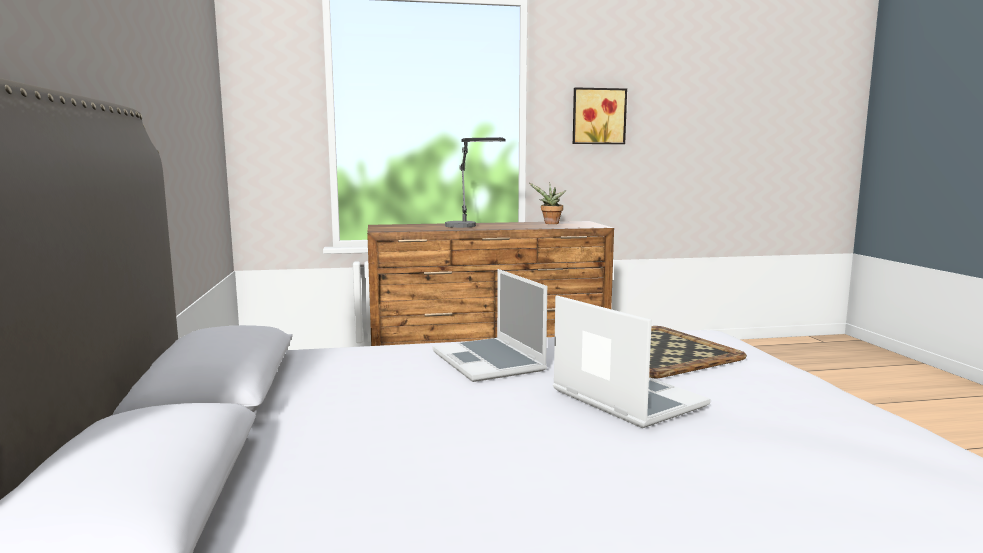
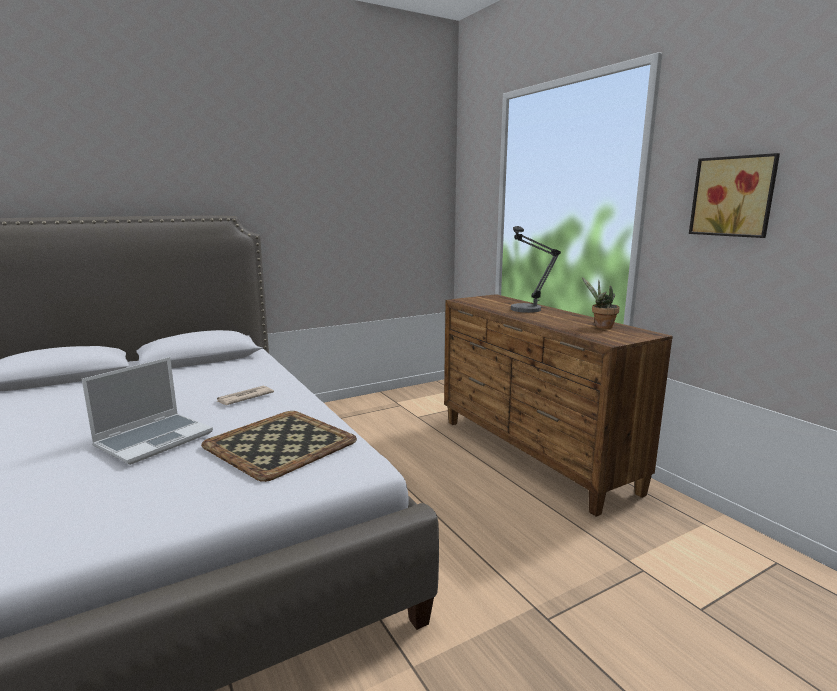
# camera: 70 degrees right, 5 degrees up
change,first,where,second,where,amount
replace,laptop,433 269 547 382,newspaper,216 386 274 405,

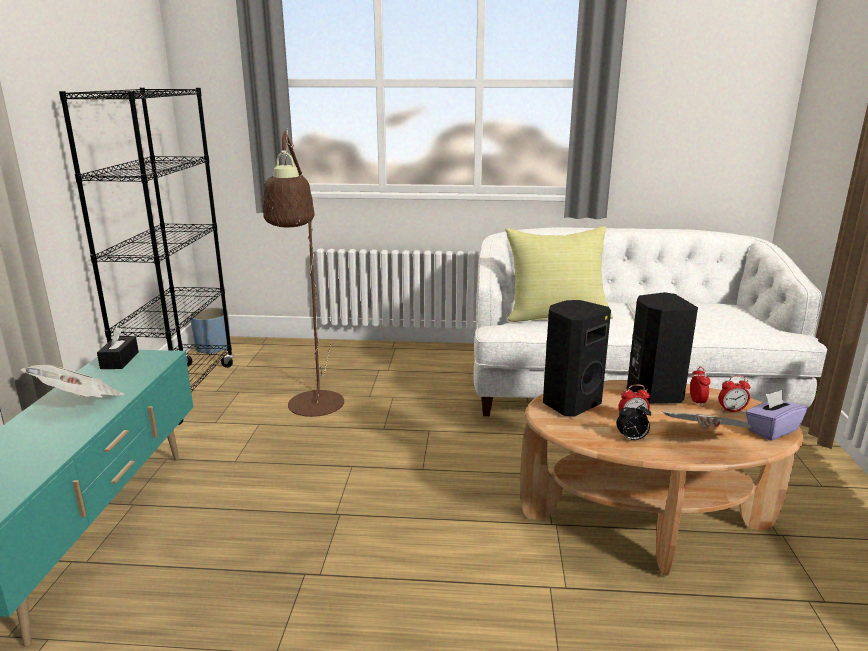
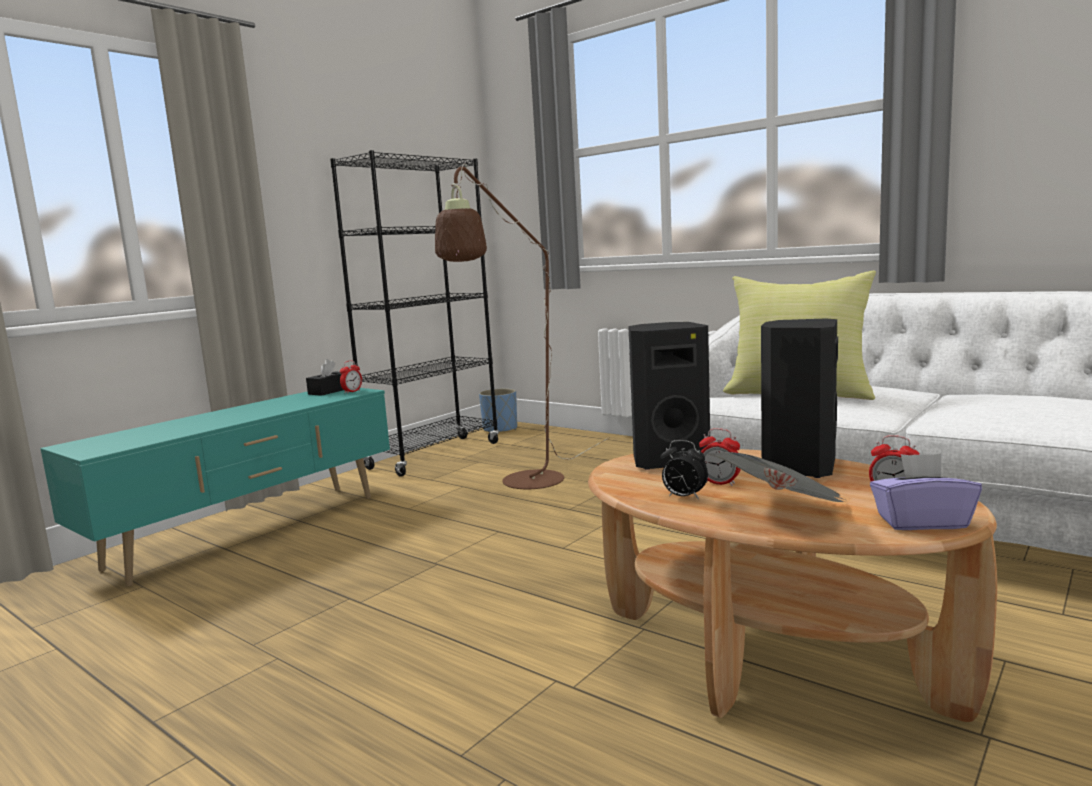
# camera: 35 degrees right, 10 degrees down
change,first,where,second,where,amount
move,alarm clock,690 366 710 406,,340 361 362 394,
delete,newspaper,20 365 125 398,,,

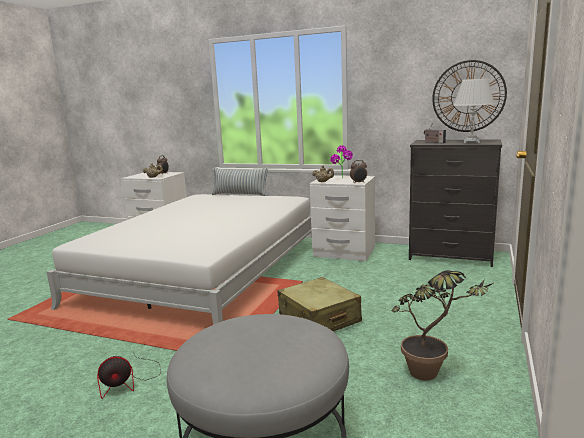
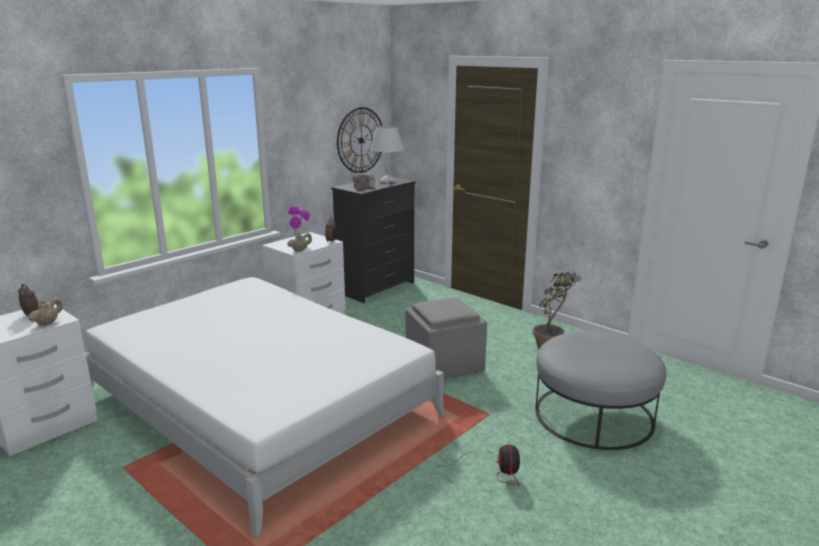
# camera: 70 degrees left, 5 degrees up
change,first,where,second,where,amount
replace,beige suitcase,278 277 362 331,grey ottoman,406 297 487 379,
delete,pillow,212 167 268 196,,,

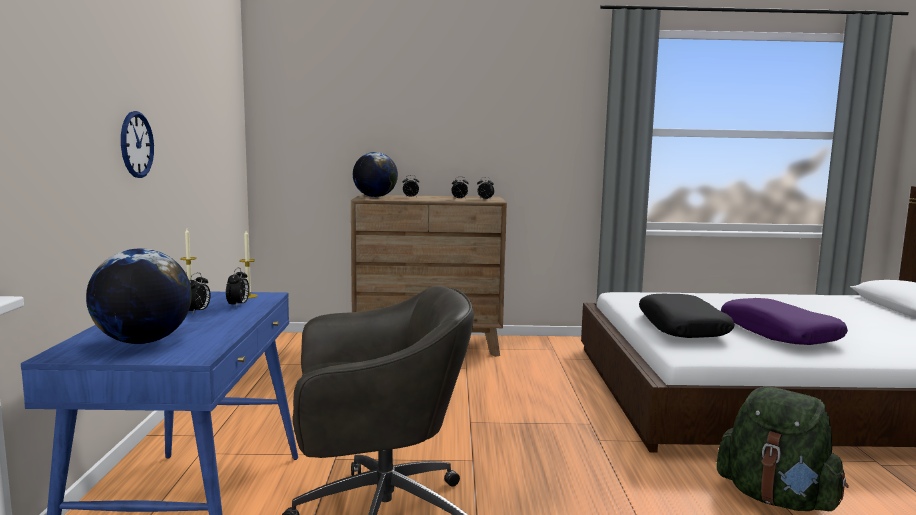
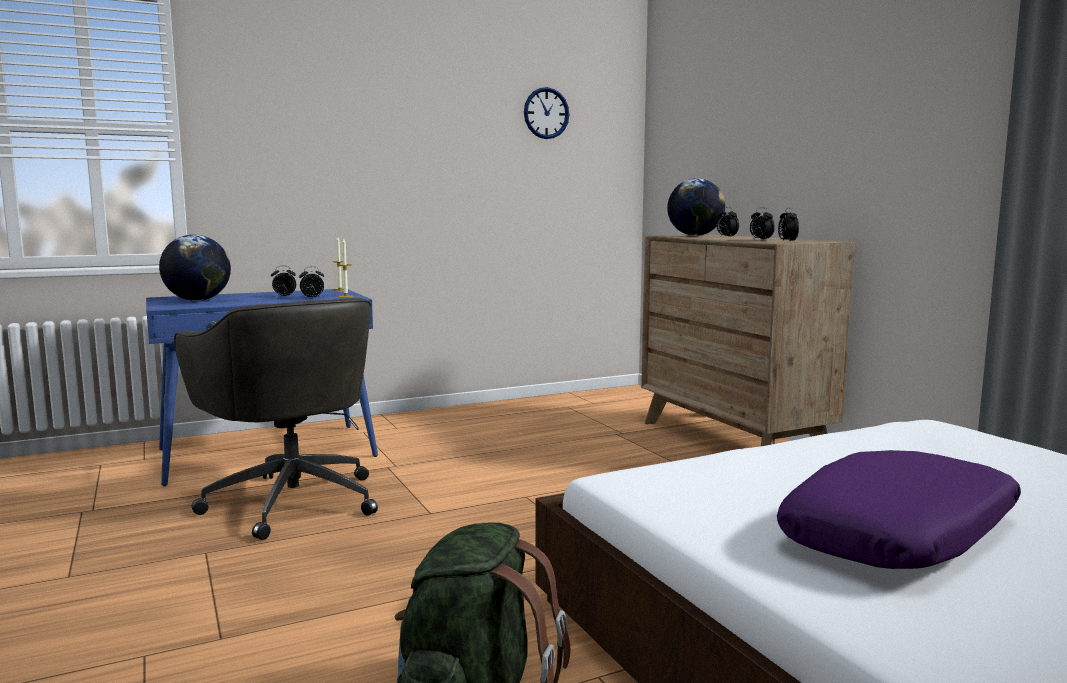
# camera: 65 degrees right, 0 degrees up
change,first,where,second,where,amount
move,wall clock,121 111 154 178,,524 87 569 139,
delete,black pillow,639 294 735 338,,,

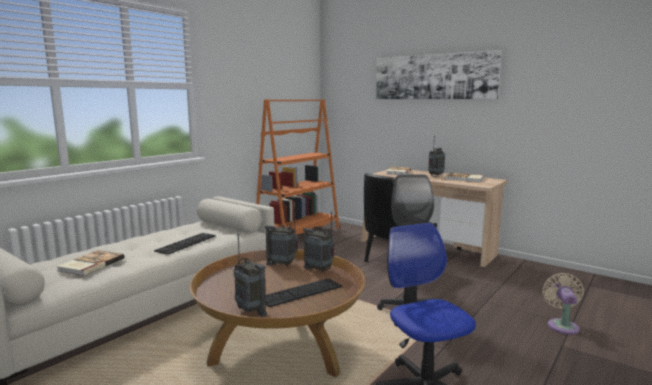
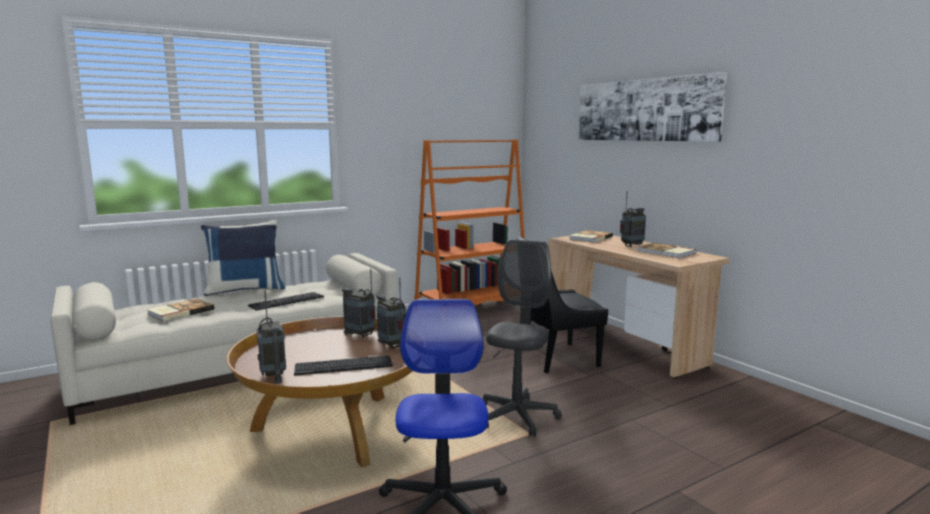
# camera: 20 degrees right, 0 degrees up
change,first,where,second,where,amount
insert,,,blue pillow,201 220 285 296,
delete,beige fan,542 273 584 335,,,

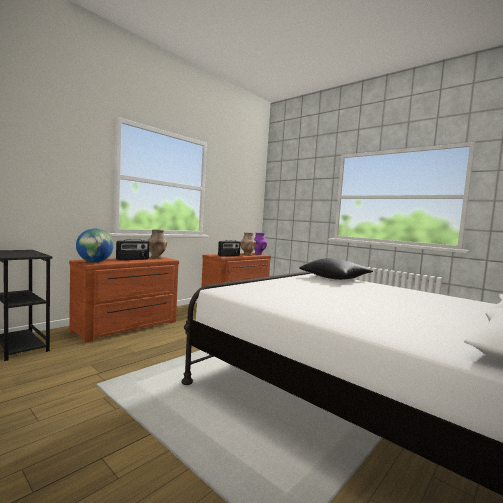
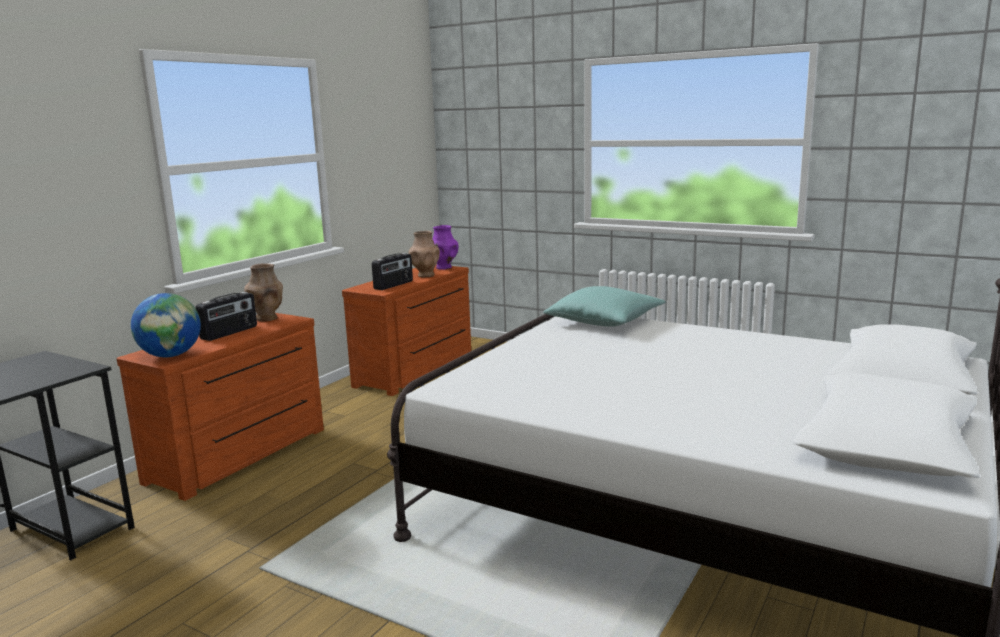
# camera: 10 degrees left, 10 degrees up
change,first,where,second,where,amount
recolor,black pillow,299 258 373 280,turquoise pillow,543 286 666 327,

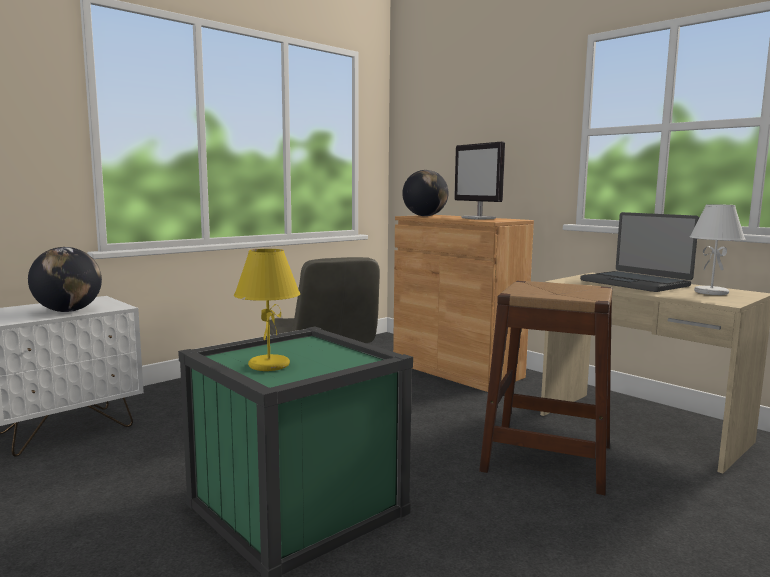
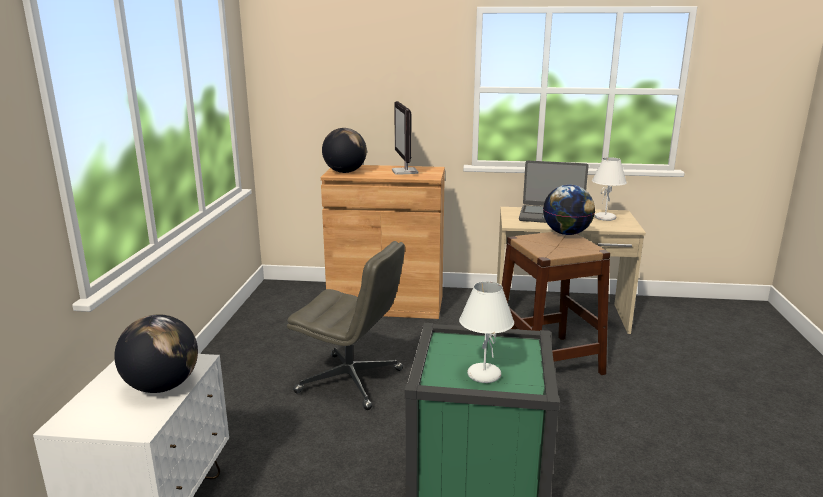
# camera: 40 degrees left, 10 degrees up
change,first,where,second,where,amount
rotate,monitor,454 142 505 220,,392 101 419 175,60 degrees clockwise
recolor,yellow table lamp,234 249 300 371,white table lamp,459 281 514 383,
insert,,,globe,543 185 595 235,

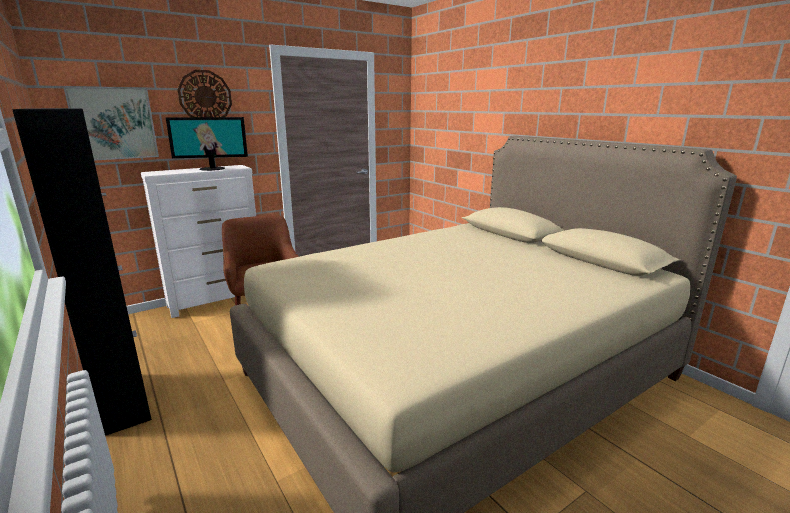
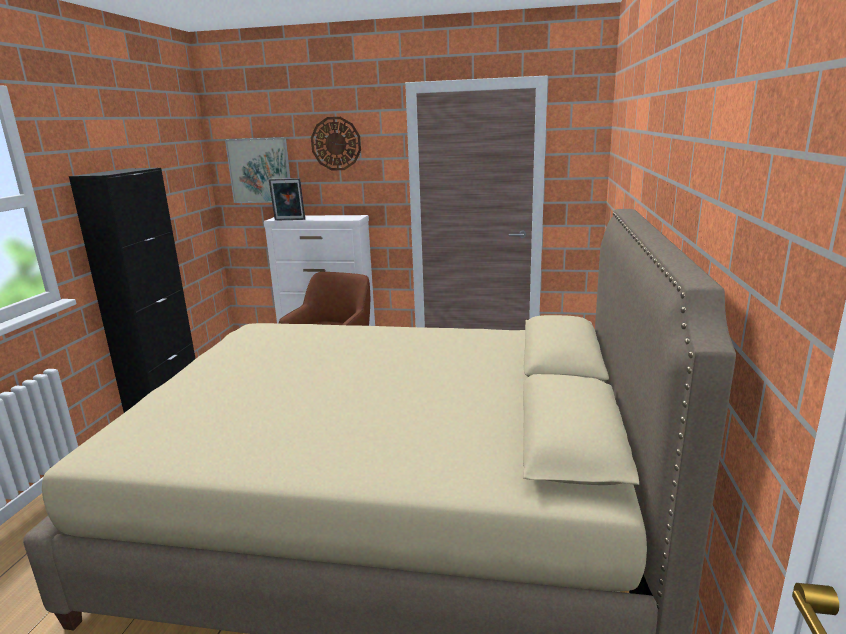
# camera: 45 degrees right, 0 degrees up
change,first,where,second,where,amount
insert,,,picture frame,269 178 305 221,
delete,monitor,166 117 248 171,,,

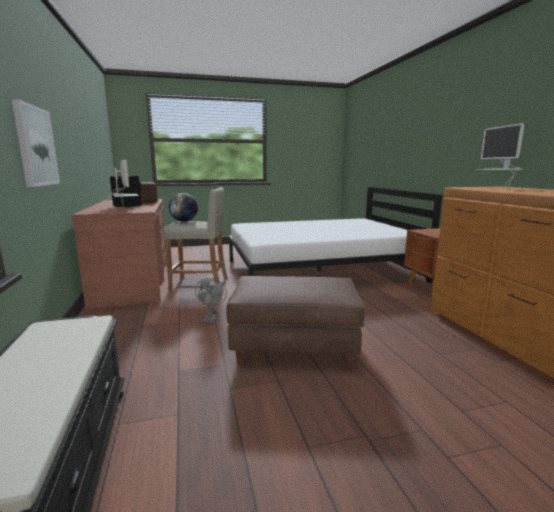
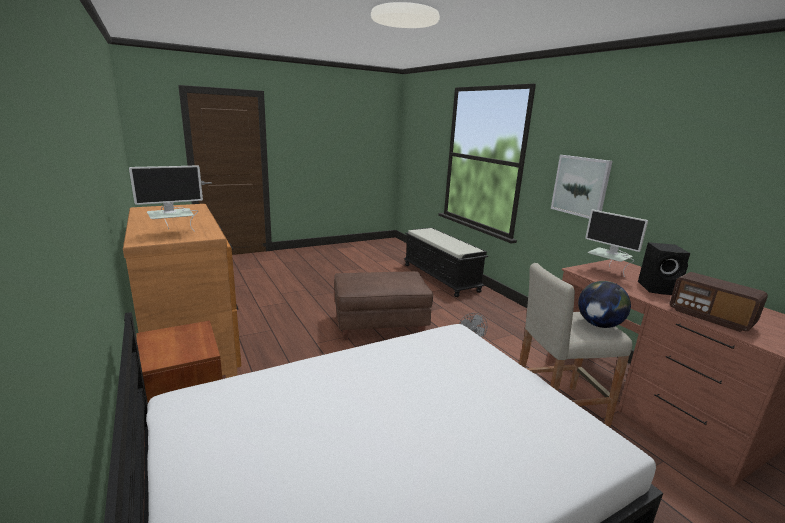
# camera: 165 degrees right, 5 degrees up
change,first,where,second,where,amount
rotate,monitor,476 123 524 187,,129 166 203 232,75 degrees clockwise

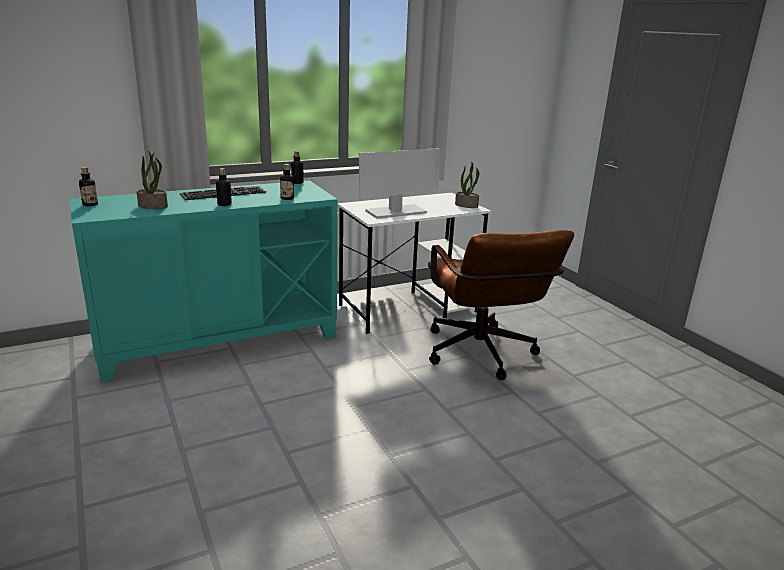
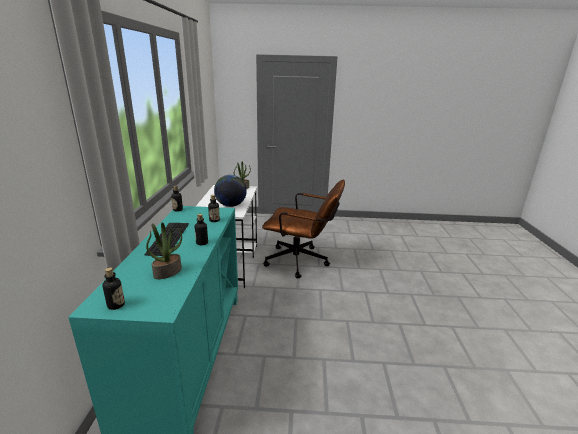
# camera: 60 degrees left, 0 degrees up
change,first,where,second,where,amount
replace,monitor,359 148 440 219,globe,214 175 247 207,

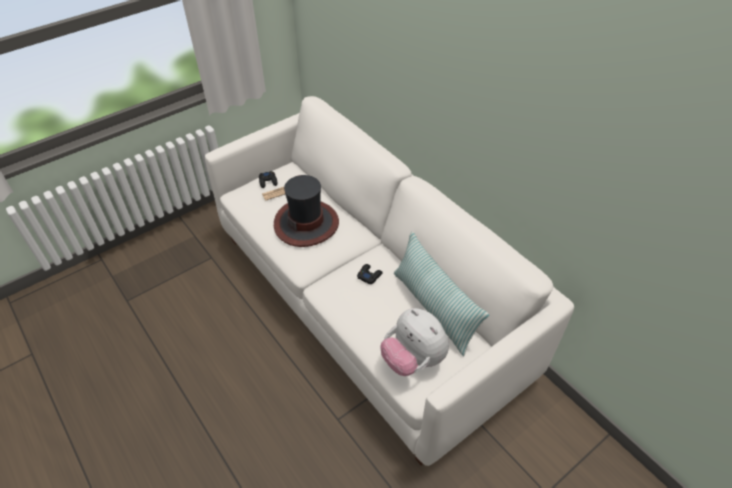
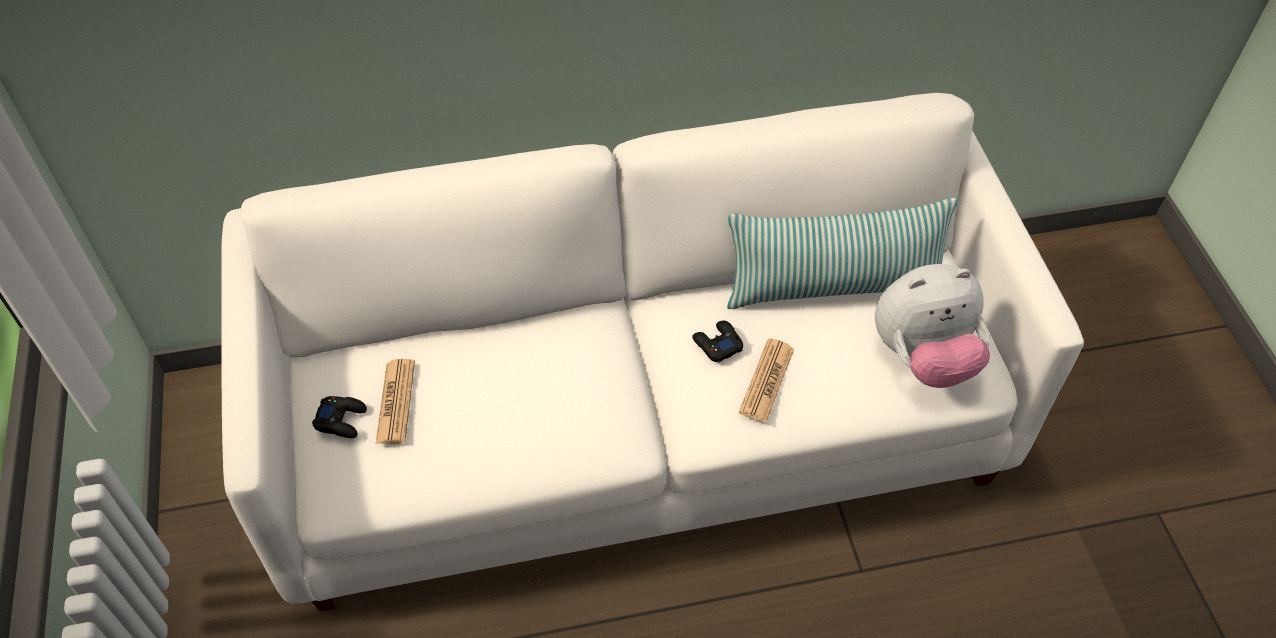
# camera: 65 degrees left, 5 degrees up
change,first,where,second,where,amount
insert,,,newspaper,739 338 794 422,
delete,hat,274 175 339 247,,,

